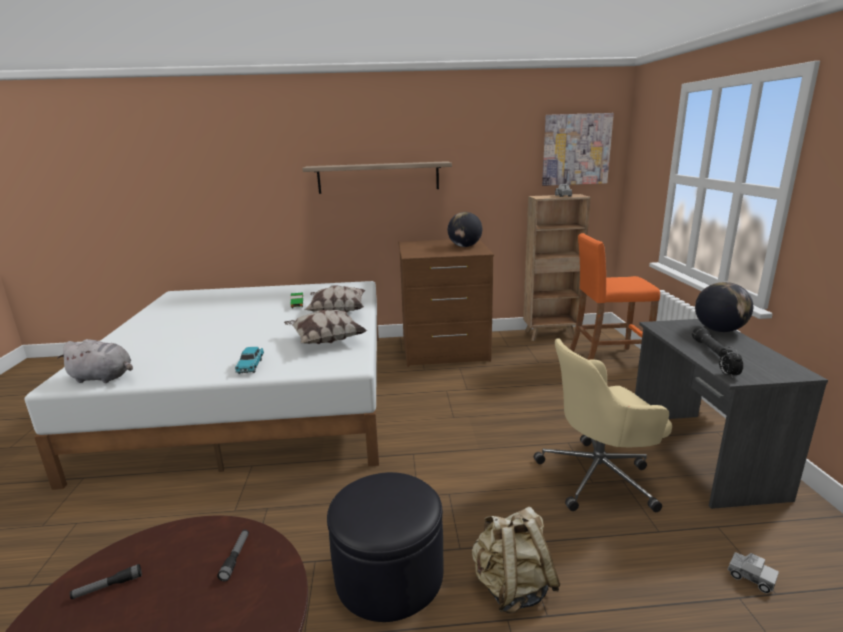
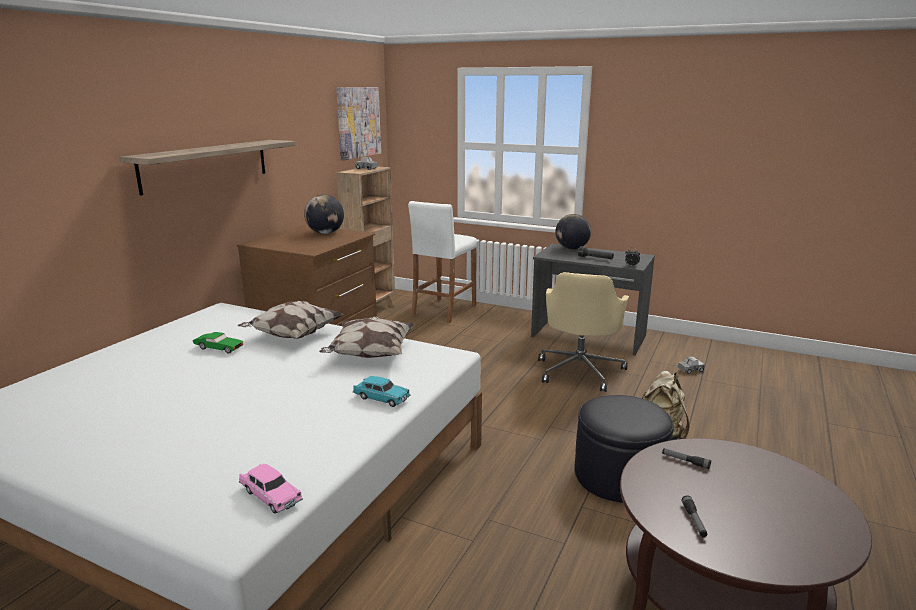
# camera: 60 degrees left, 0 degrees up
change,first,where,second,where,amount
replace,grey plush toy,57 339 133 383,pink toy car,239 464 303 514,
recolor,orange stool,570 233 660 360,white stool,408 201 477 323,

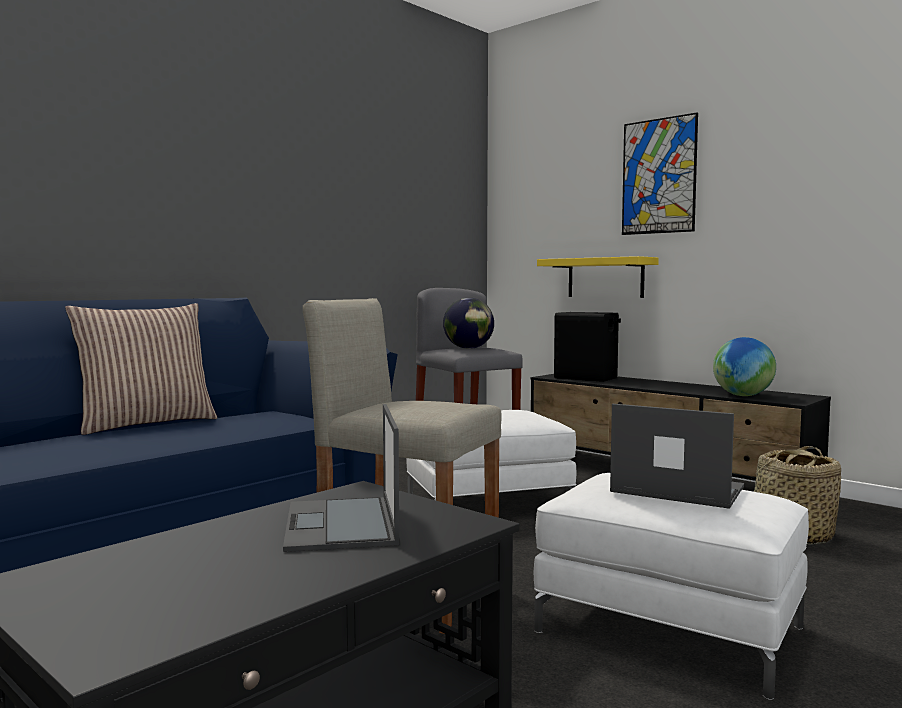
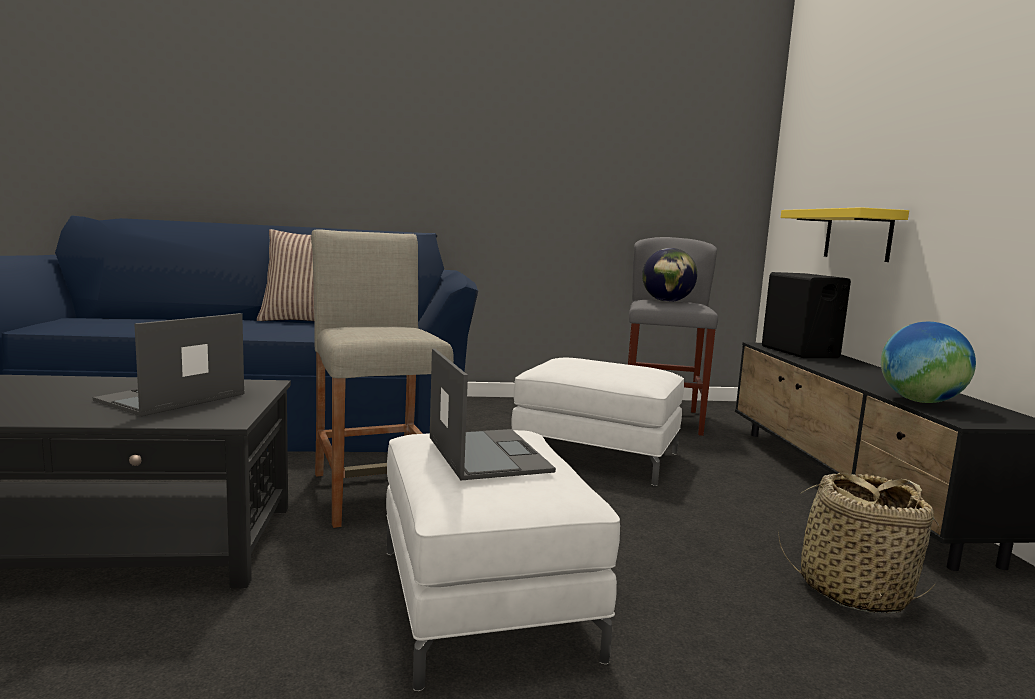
# camera: 40 degrees right, 5 degrees up
change,first,where,second,where,amount
delete,picture,622 113 698 235,,,

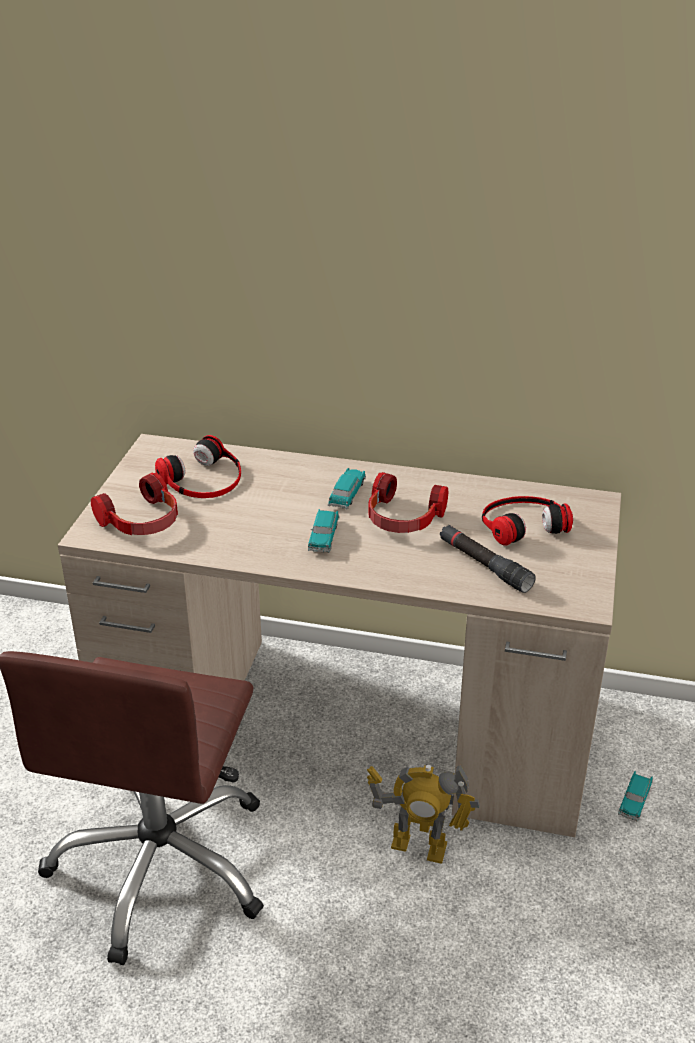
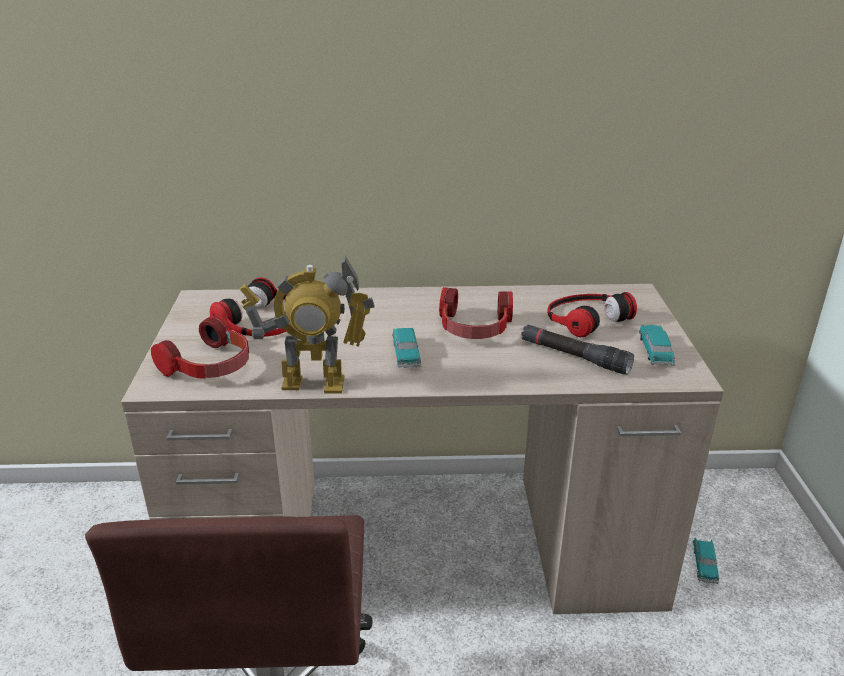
# camera: 15 degrees left, 5 degrees down
change,first,where,second,where,amount
move,toy robot,367 765 480 864,,239 256 375 393,
move,toy car,328 468 366 509,,639 325 675 366,

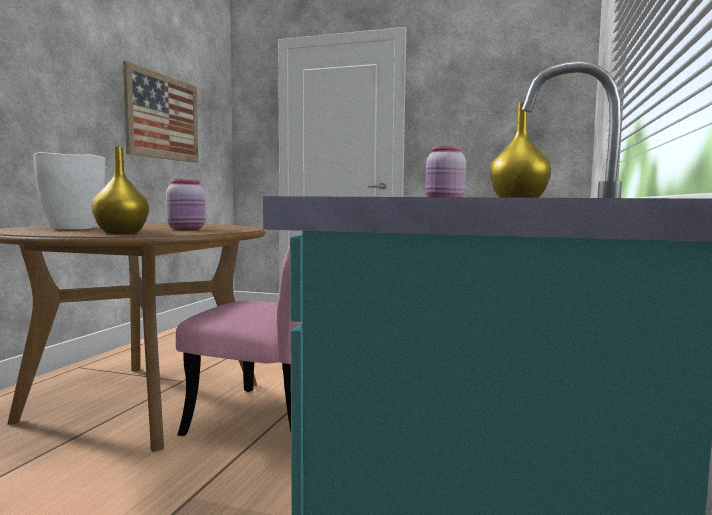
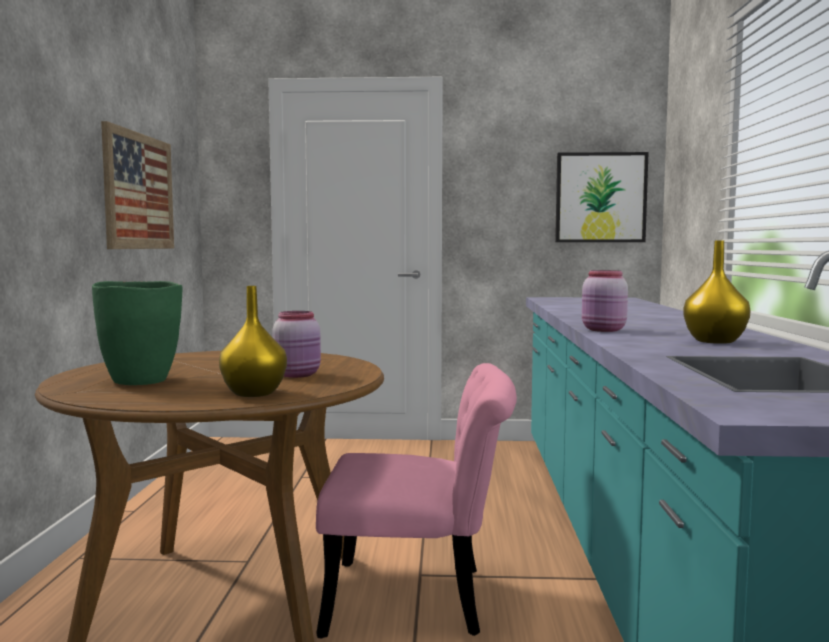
# camera: 15 degrees left, 0 degrees up
change,first,where,second,where,amount
recolor,white vase,33 152 105 229,green vase,92 281 183 385,
insert,,,picture,555 152 649 242,

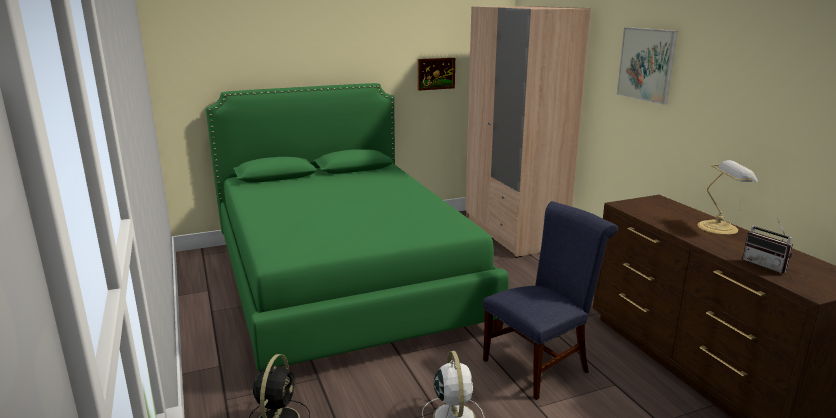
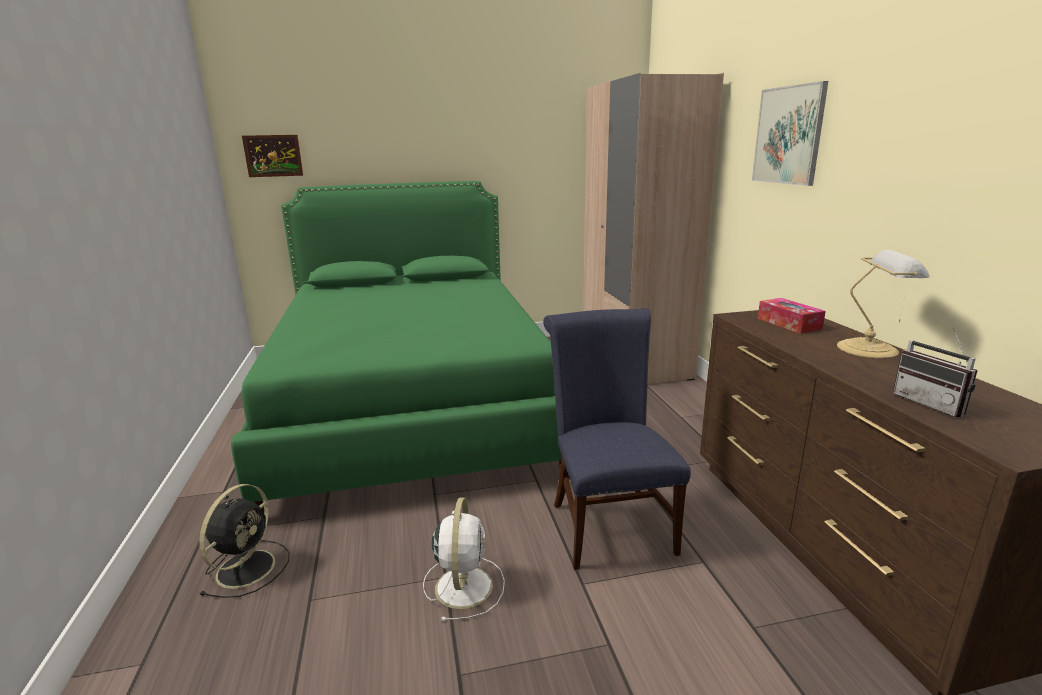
# camera: 10 degrees right, 0 degrees up
change,first,where,second,where,amount
move,picture,418 58 455 91,,242 135 303 177,
rotate,blue chair,483 201 618 400,,543 309 691 570,75 degrees counterclockwise
insert,,,tissue box,758 298 826 334,

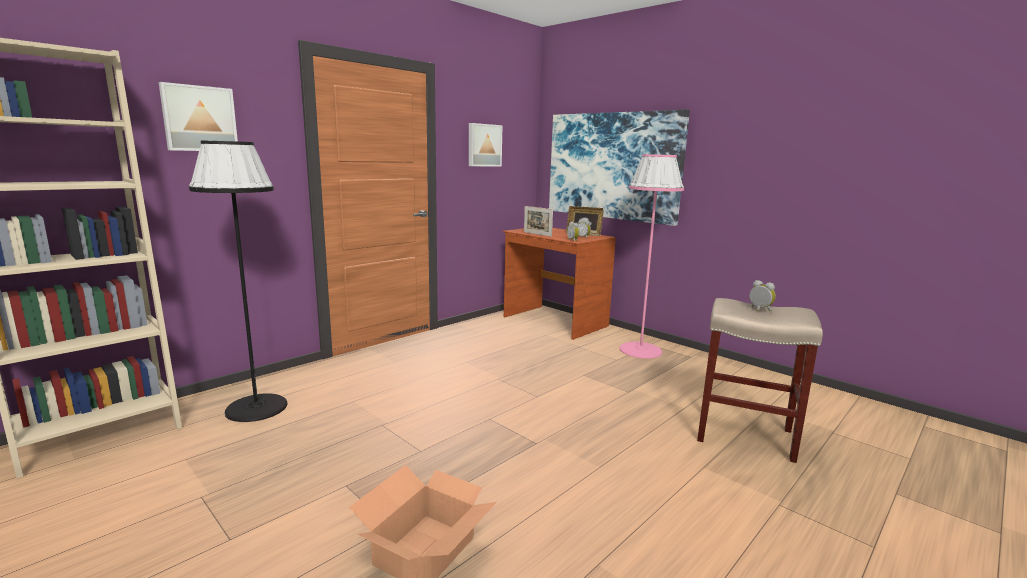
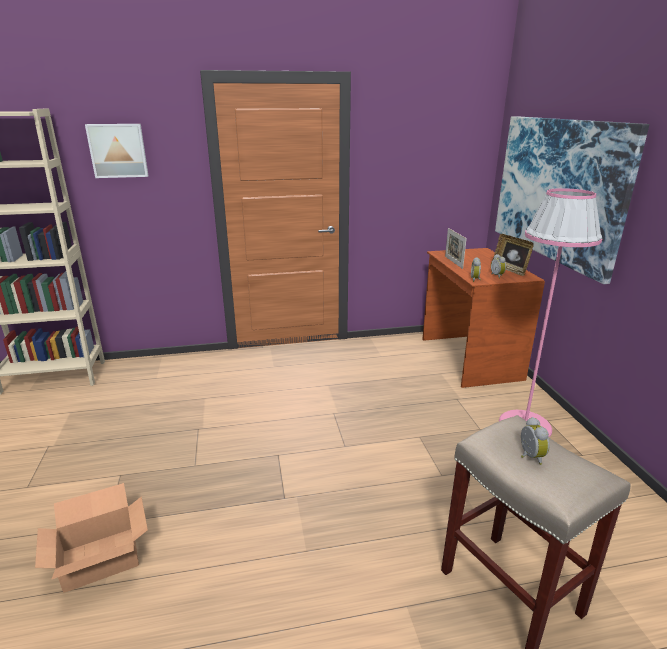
# camera: 35 degrees right, 10 degrees up
change,first,where,second,where,amount
delete,black floor lamp,189 141 287 422,,,
delete,picture,469 123 502 166,,,

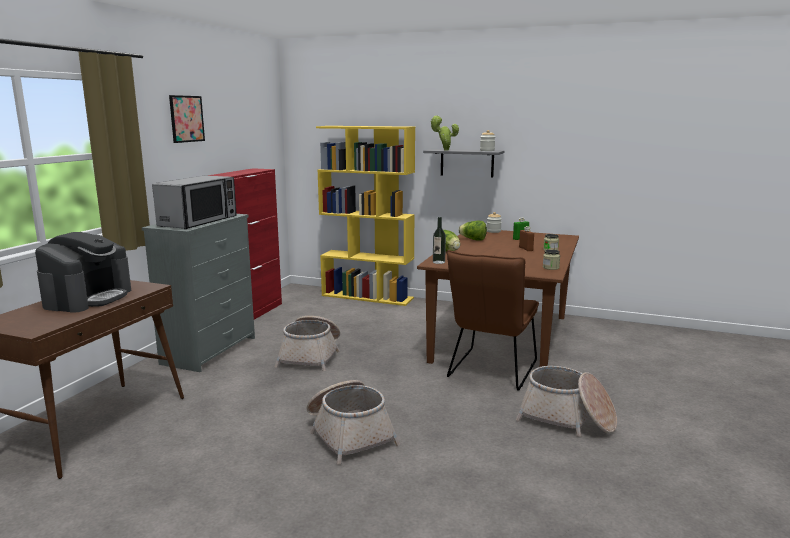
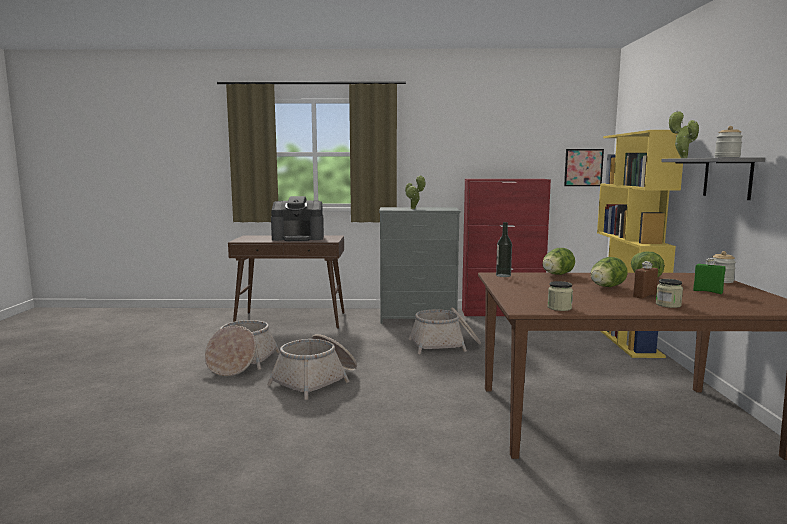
# camera: 70 degrees right, 5 degrees down
change,first,where,second,where,amount
move,basket,516 366 617 437,,205 320 280 376,
replace,microwave,152 176 237 229,potted plant,405 175 426 209,
move,picture,169 95 205 143,,564 149 604 186,
insert,,,lettuce,591 257 628 287,
delete,brown chair,447 250 539 391,,,

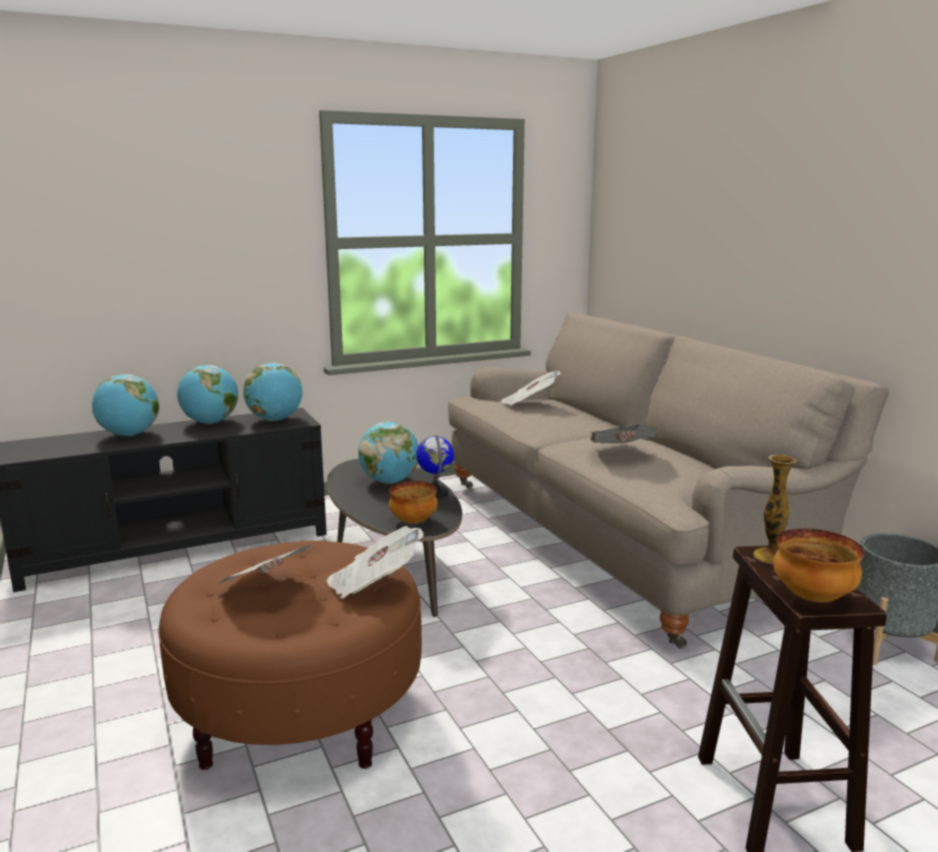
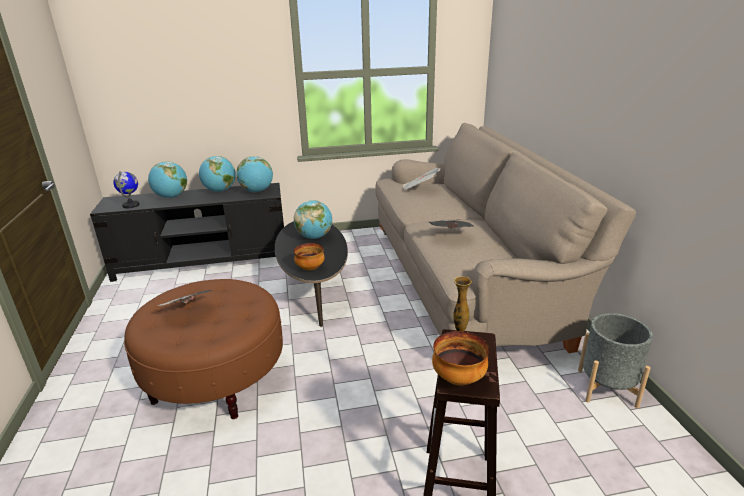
# camera: 15 degrees right, 10 degrees up
change,first,where,second,where,amount
move,globe,416 435 454 498,,113 171 139 209,
delete,newspaper,327 526 424 599,,,

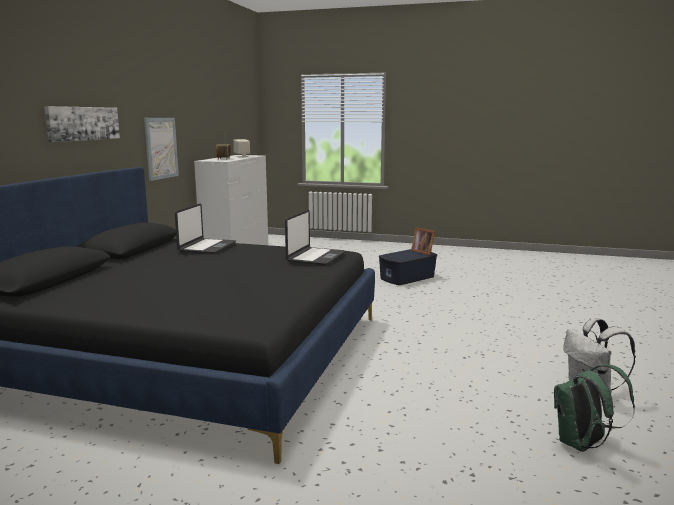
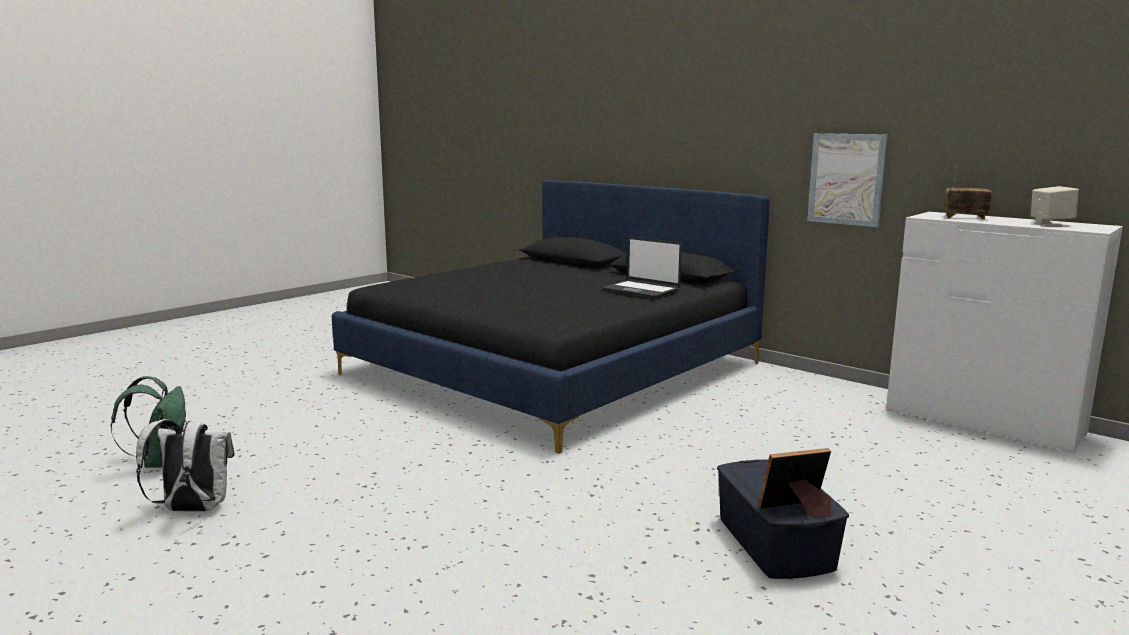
# camera: 115 degrees right, 0 degrees up
change,first,where,second,where,amount
delete,picture,44 106 120 142,,,
delete,laptop,285 210 345 266,,,

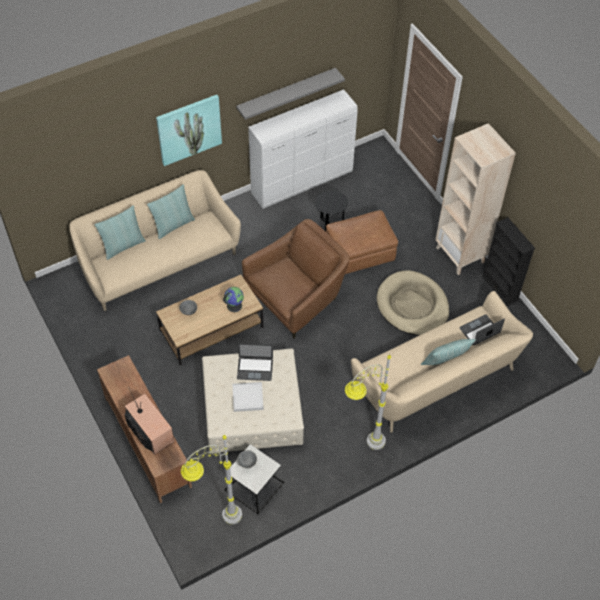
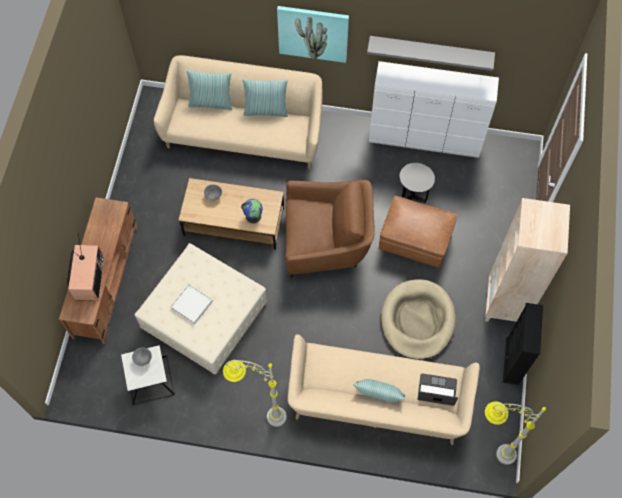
# camera: 40 degrees right, 10 degrees up
change,first,where,second,where,amount
move,grey floor lamp,181 435 242 525,,485 402 546 465,
delete,laptop,237 343 273 381,,,

